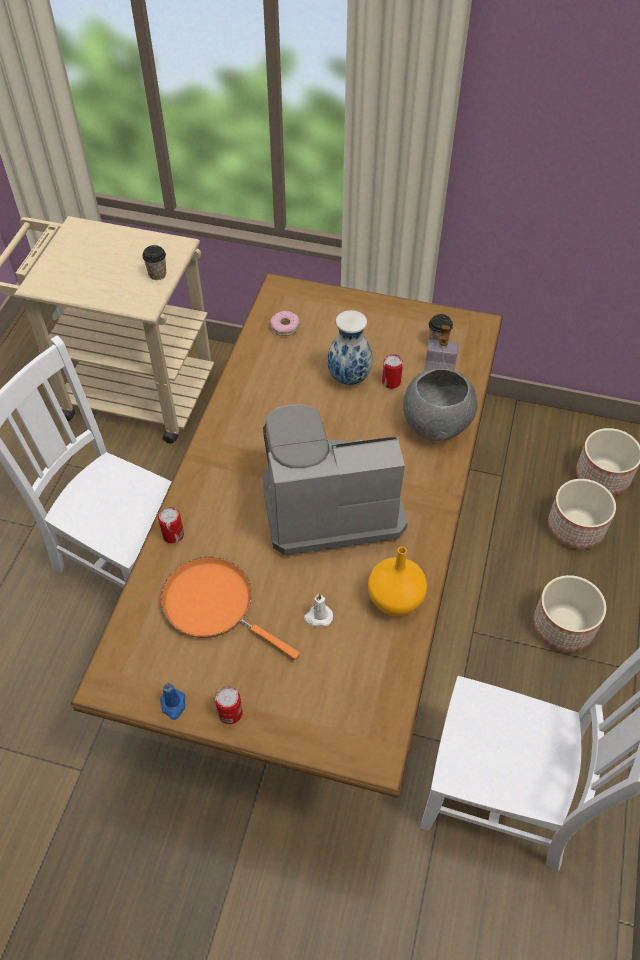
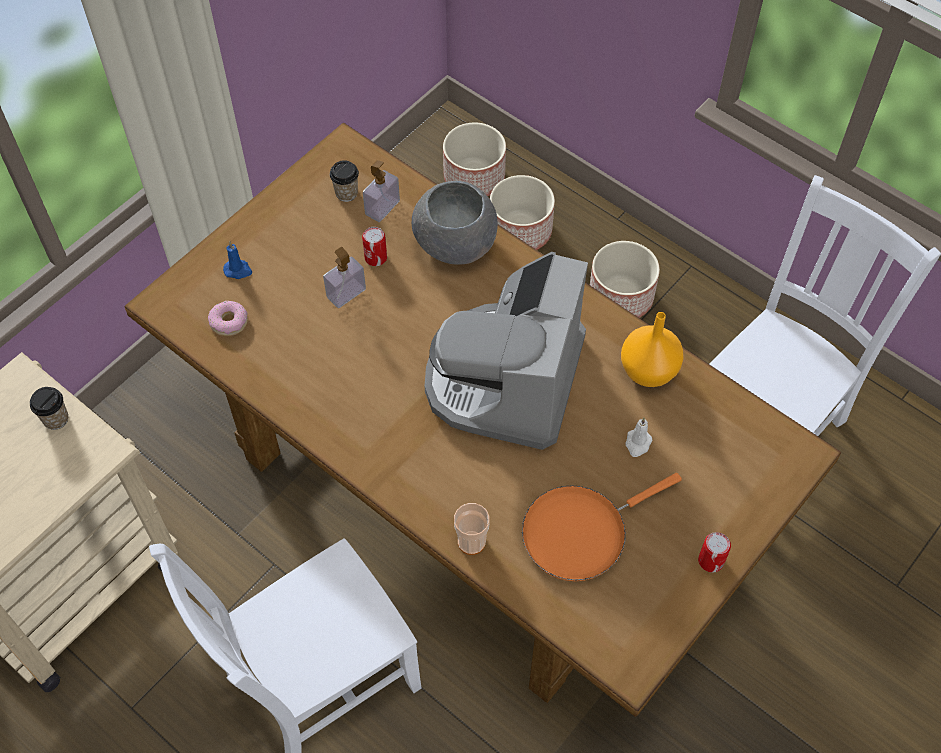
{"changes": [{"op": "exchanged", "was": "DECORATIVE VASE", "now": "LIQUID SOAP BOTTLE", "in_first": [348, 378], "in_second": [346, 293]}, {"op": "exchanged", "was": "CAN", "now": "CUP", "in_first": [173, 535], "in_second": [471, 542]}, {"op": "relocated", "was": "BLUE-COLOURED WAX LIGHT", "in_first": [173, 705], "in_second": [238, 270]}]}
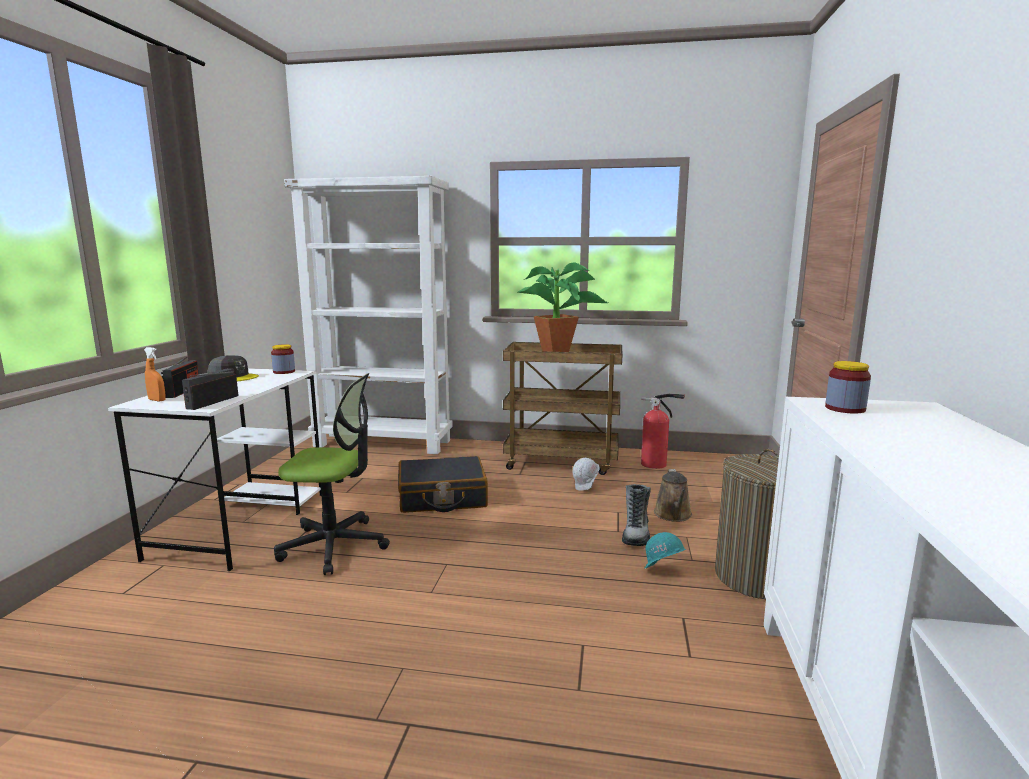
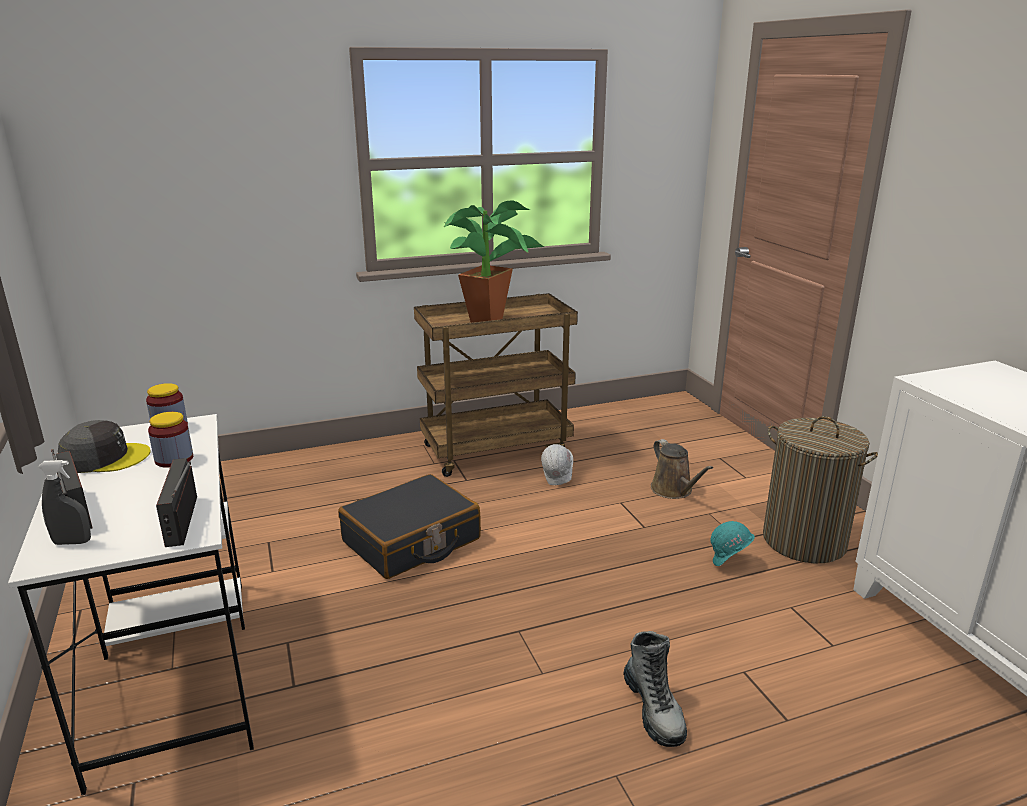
{"changes": [{"op": "missing", "was": "WHITE BOOKCASE", "in_first": [384, 443]}, {"op": "colour", "was": "ORANGE HAND SPRAYER", "now": "GRAY HAND SPRAYER", "in_first": [157, 400], "in_second": [72, 542]}, {"op": "relocated", "was": "STORAGE JAR", "in_first": [845, 408], "in_second": [174, 459]}, {"op": "missing", "was": "COMPUTER CHAIR", "in_first": [334, 546]}, {"op": "missing", "was": "FIRE EXTINGUISHER", "in_first": [656, 464]}, {"op": "relocated", "was": "TALL BOOT", "in_first": [636, 533], "in_second": [654, 709]}]}
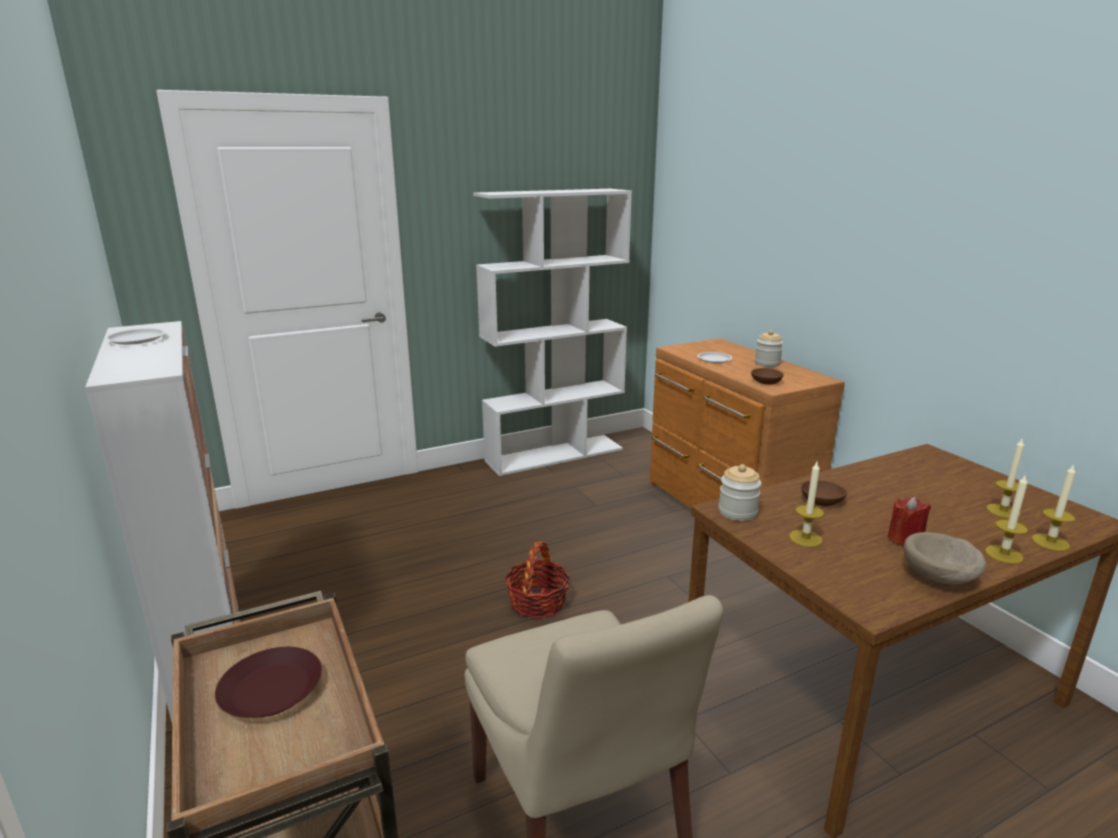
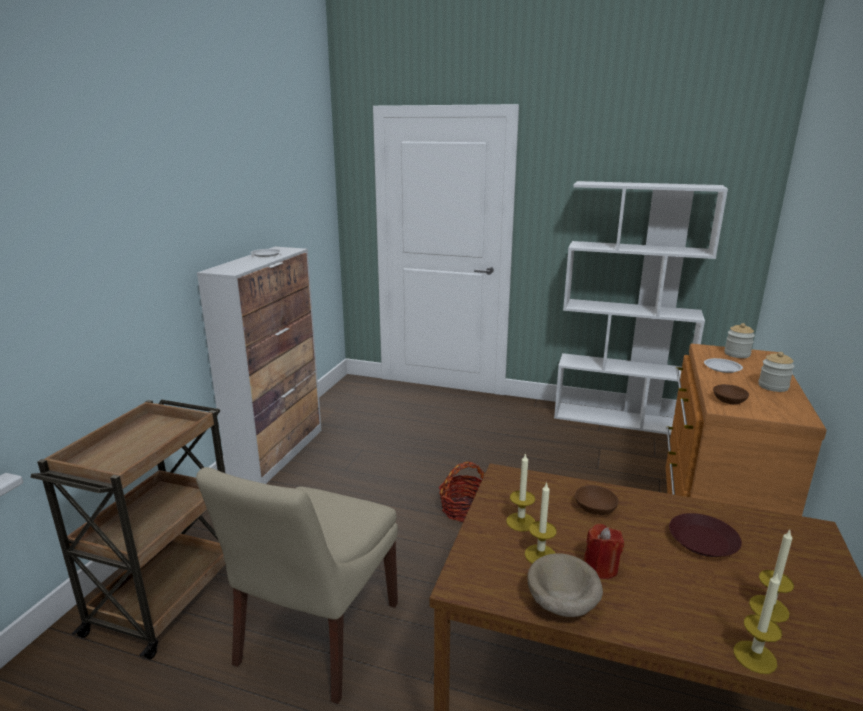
{"changes": [{"op": "relocated", "was": "STORAGE JAR", "in_first": [737, 512], "in_second": [737, 354]}, {"op": "relocated", "was": "WAX LIGHT", "in_first": [1004, 554], "in_second": [540, 555]}, {"op": "relocated", "was": "BROWN PLATE", "in_first": [272, 689], "in_second": [703, 540]}]}
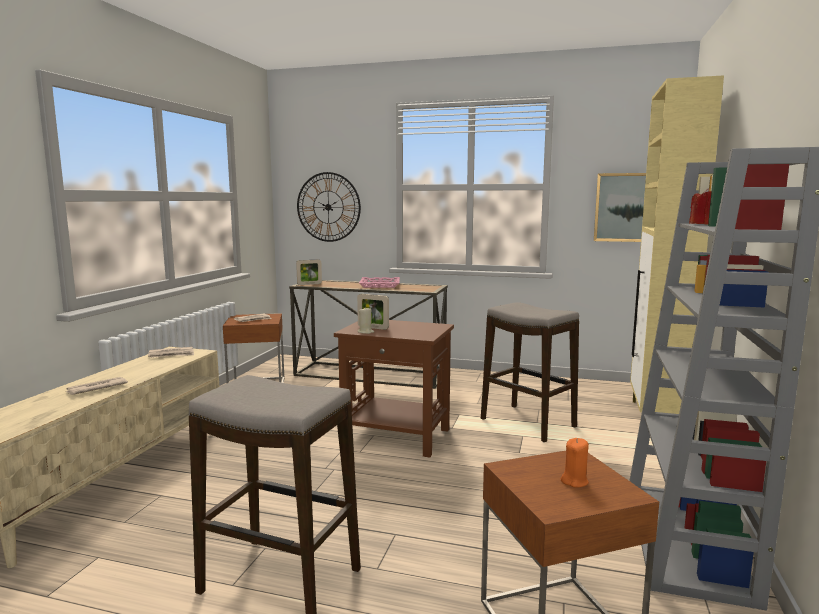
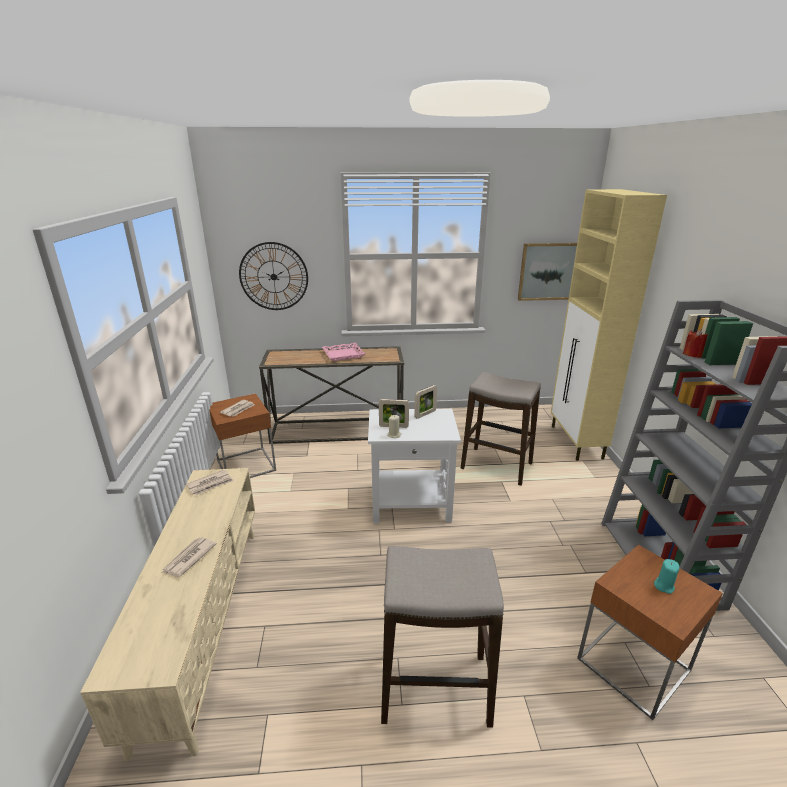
{"changes": [{"op": "relocated", "was": "PICTURE FRAME", "in_first": [309, 284], "in_second": [425, 414]}, {"op": "colour", "was": "BROWN ACCENT TABLE", "now": "WHITE ACCENT TABLE", "in_first": [396, 436], "in_second": [411, 504]}, {"op": "colour", "was": "ORANGE WAX LIGHT", "now": "TURQUOISE WAX LIGHT", "in_first": [574, 481], "in_second": [663, 586]}]}
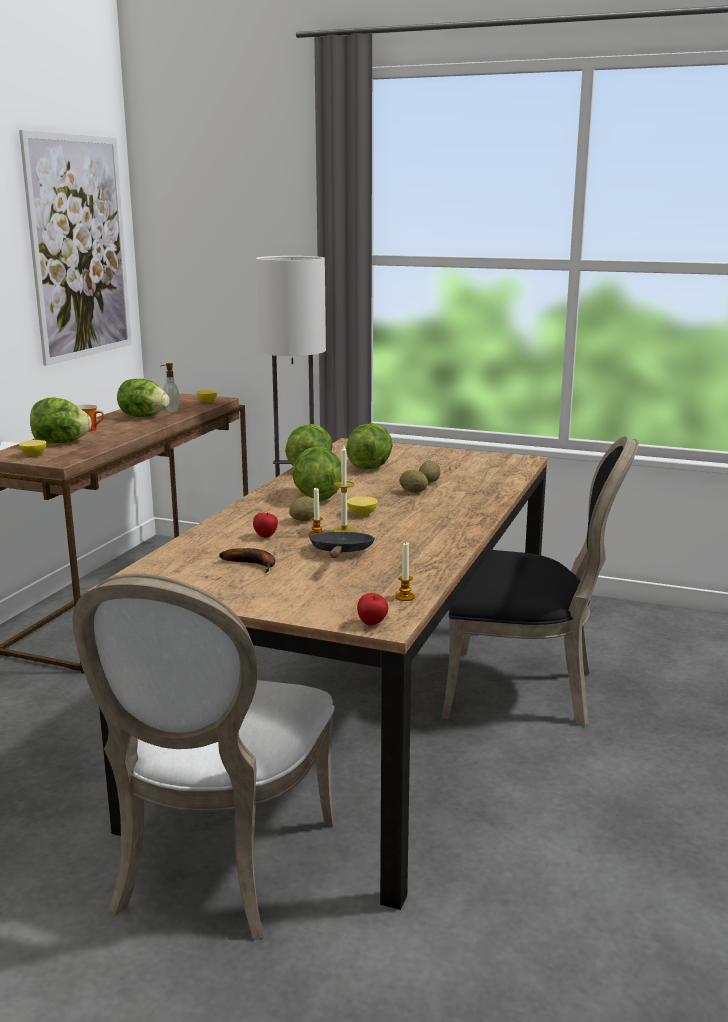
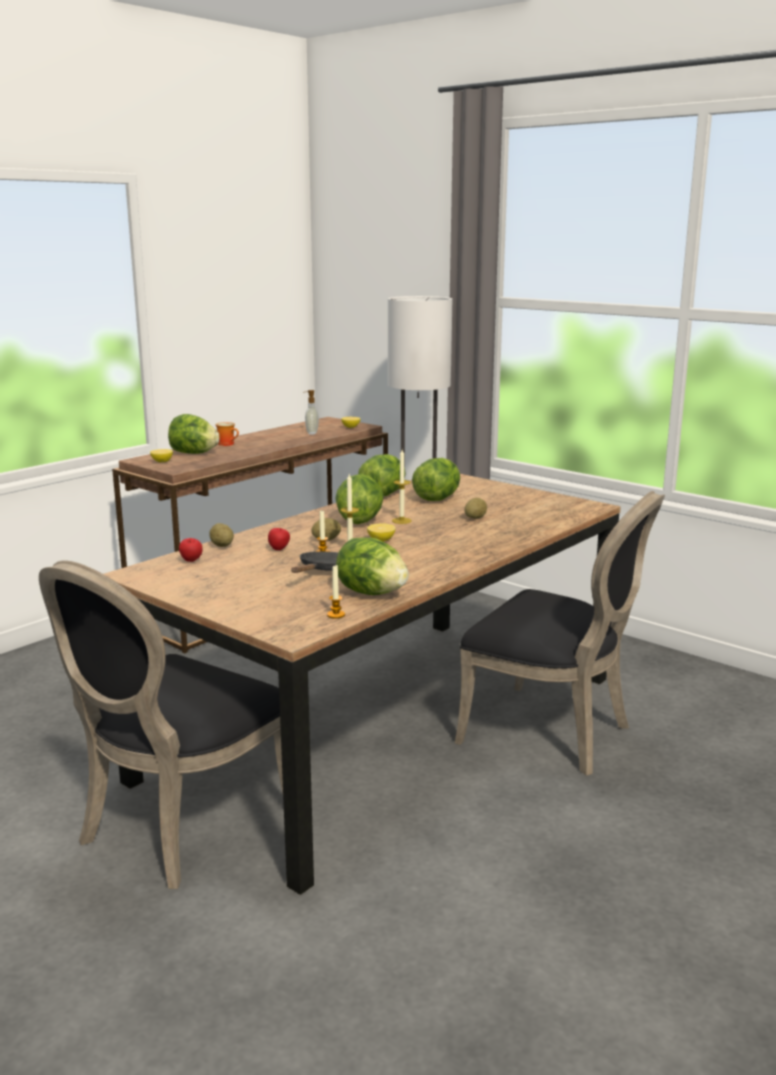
{"changes": [{"op": "missing", "was": "WALL ART", "in_first": [79, 248]}, {"op": "relocated", "was": "LETTUCE", "in_first": [143, 417], "in_second": [371, 593]}, {"op": "relocated", "was": "SPUD", "in_first": [413, 492], "in_second": [222, 545]}, {"op": "missing", "was": "BANANA FRUIT", "in_first": [254, 564]}, {"op": "colour", "was": "WHITE PLAIN CHAIR", "now": "BLACK PLAIN CHAIR", "in_first": [215, 869], "in_second": [178, 828]}, {"op": "relocated", "was": "WHOLE APPLE", "in_first": [372, 624], "in_second": [191, 561]}, {"op": "appeared", "now": "WAX LIGHT", "in_second": [401, 521]}]}
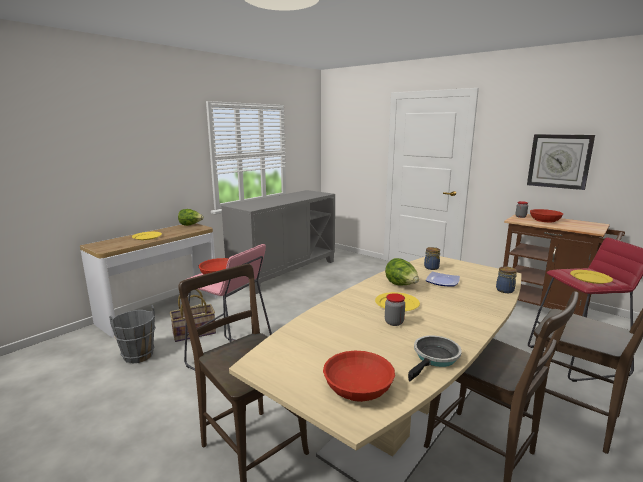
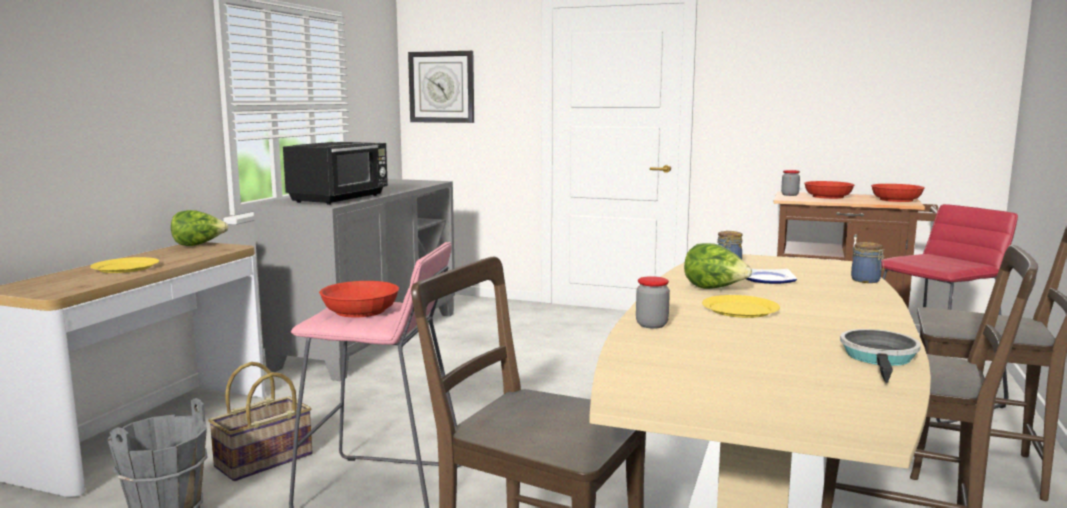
{"changes": [{"op": "relocated", "was": "WALL CLOCK", "in_first": [559, 161], "in_second": [442, 87]}, {"op": "missing", "was": "YELLOW PLATE", "in_first": [590, 278]}, {"op": "relocated", "was": "STORAGE JAR", "in_first": [394, 322], "in_second": [651, 325]}, {"op": "relocated", "was": "REDDISH SERVING BOWL", "in_first": [358, 386], "in_second": [896, 200]}, {"op": "appeared", "now": "BLACK MICROWAVE OVEN", "in_second": [340, 198]}]}
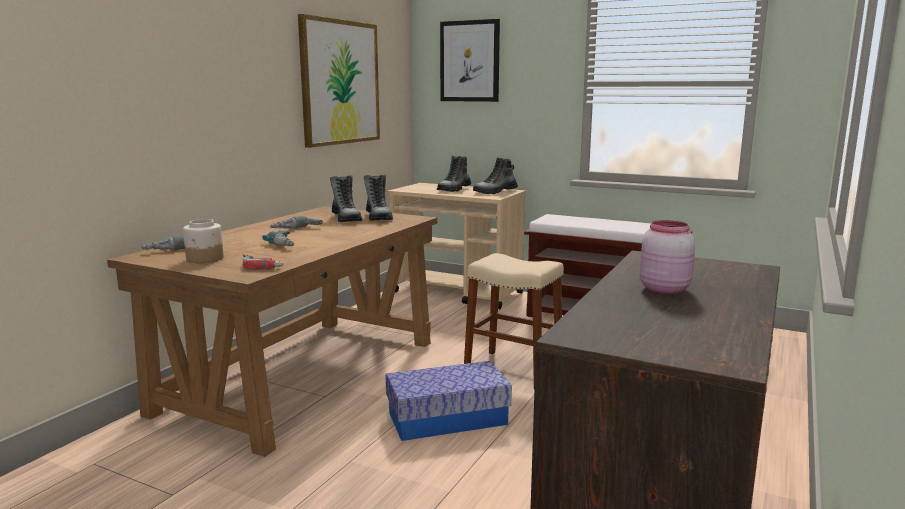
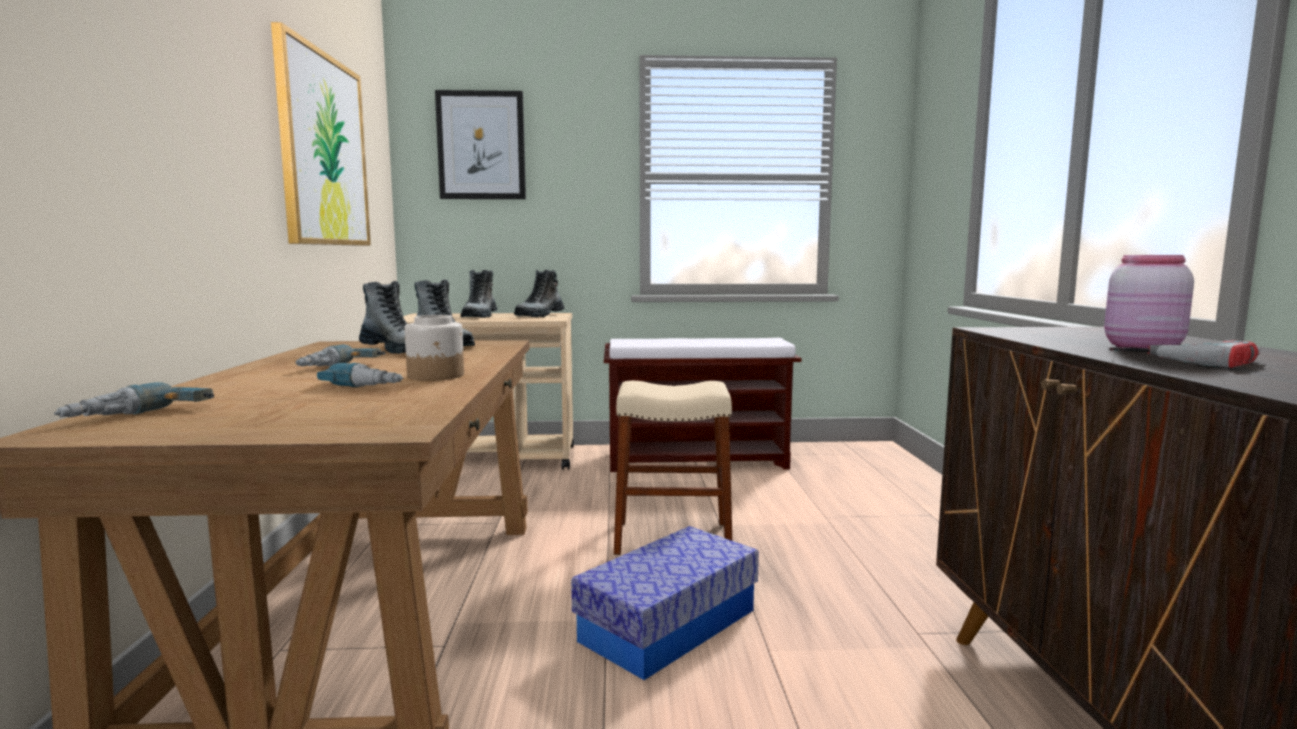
{"changes": [{"op": "relocated", "was": "STORAGE JAR", "in_first": [205, 259], "in_second": [436, 376]}, {"op": "relocated", "was": "DRILL", "in_first": [262, 264], "in_second": [1185, 360]}]}
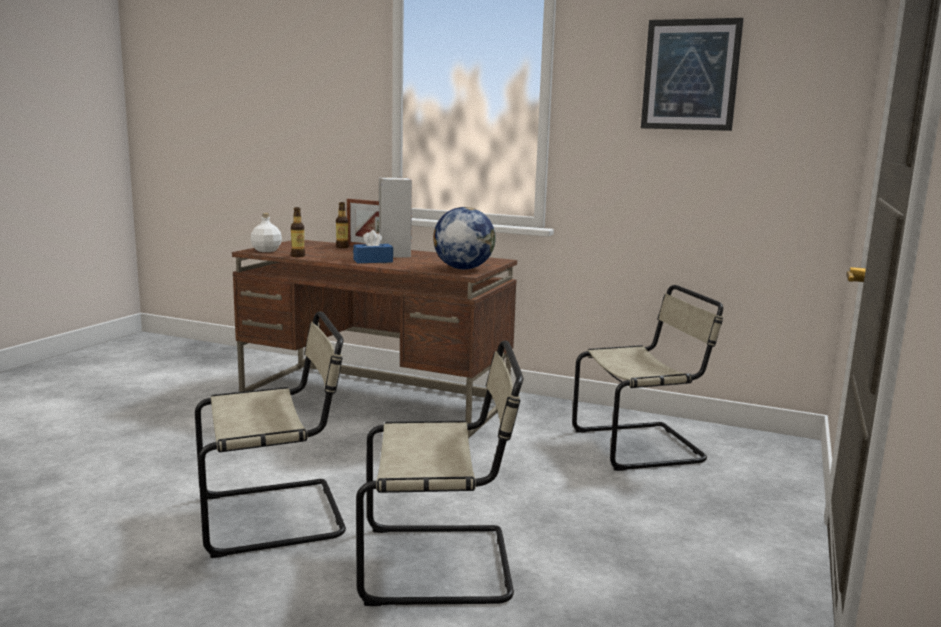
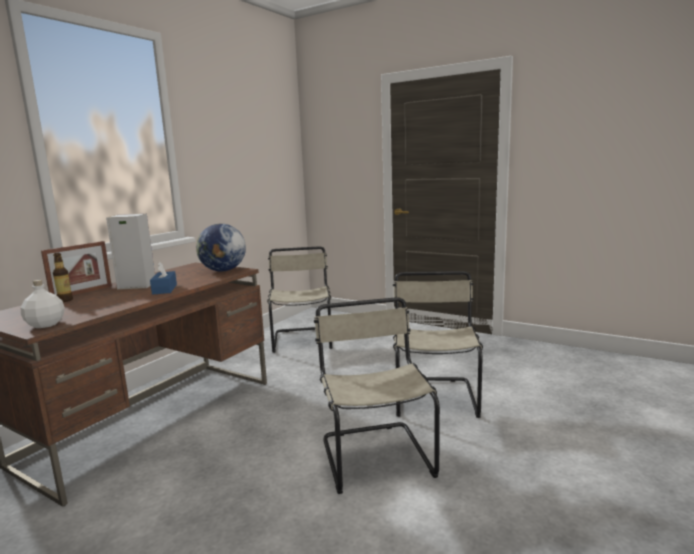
{"changes": [{"op": "missing", "was": "WALL ART", "in_first": [690, 75]}, {"op": "missing", "was": "BEVERAGE BOTTLE", "in_first": [298, 256]}]}
